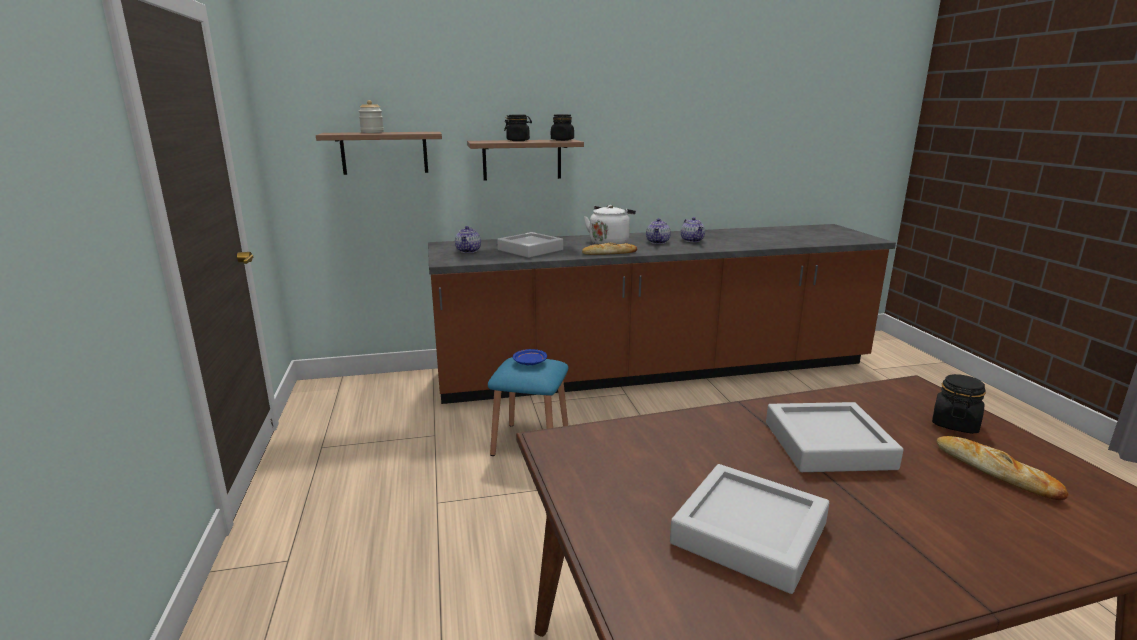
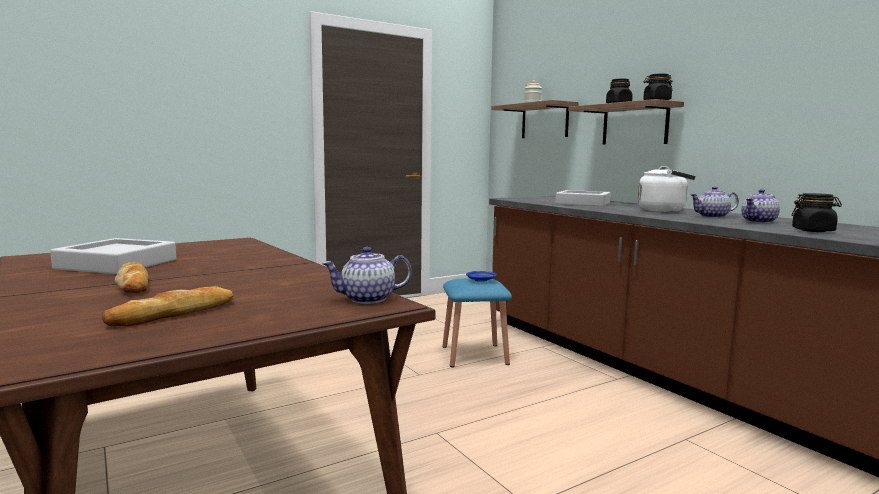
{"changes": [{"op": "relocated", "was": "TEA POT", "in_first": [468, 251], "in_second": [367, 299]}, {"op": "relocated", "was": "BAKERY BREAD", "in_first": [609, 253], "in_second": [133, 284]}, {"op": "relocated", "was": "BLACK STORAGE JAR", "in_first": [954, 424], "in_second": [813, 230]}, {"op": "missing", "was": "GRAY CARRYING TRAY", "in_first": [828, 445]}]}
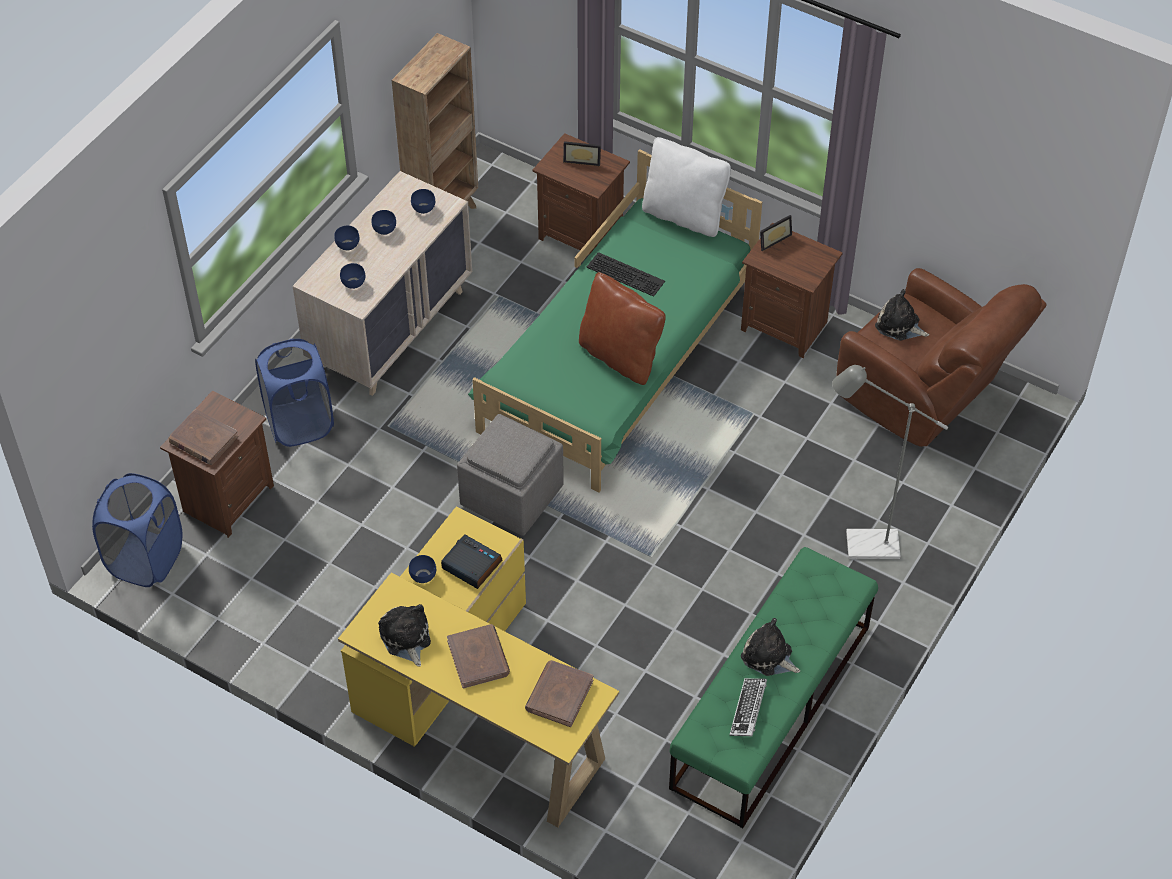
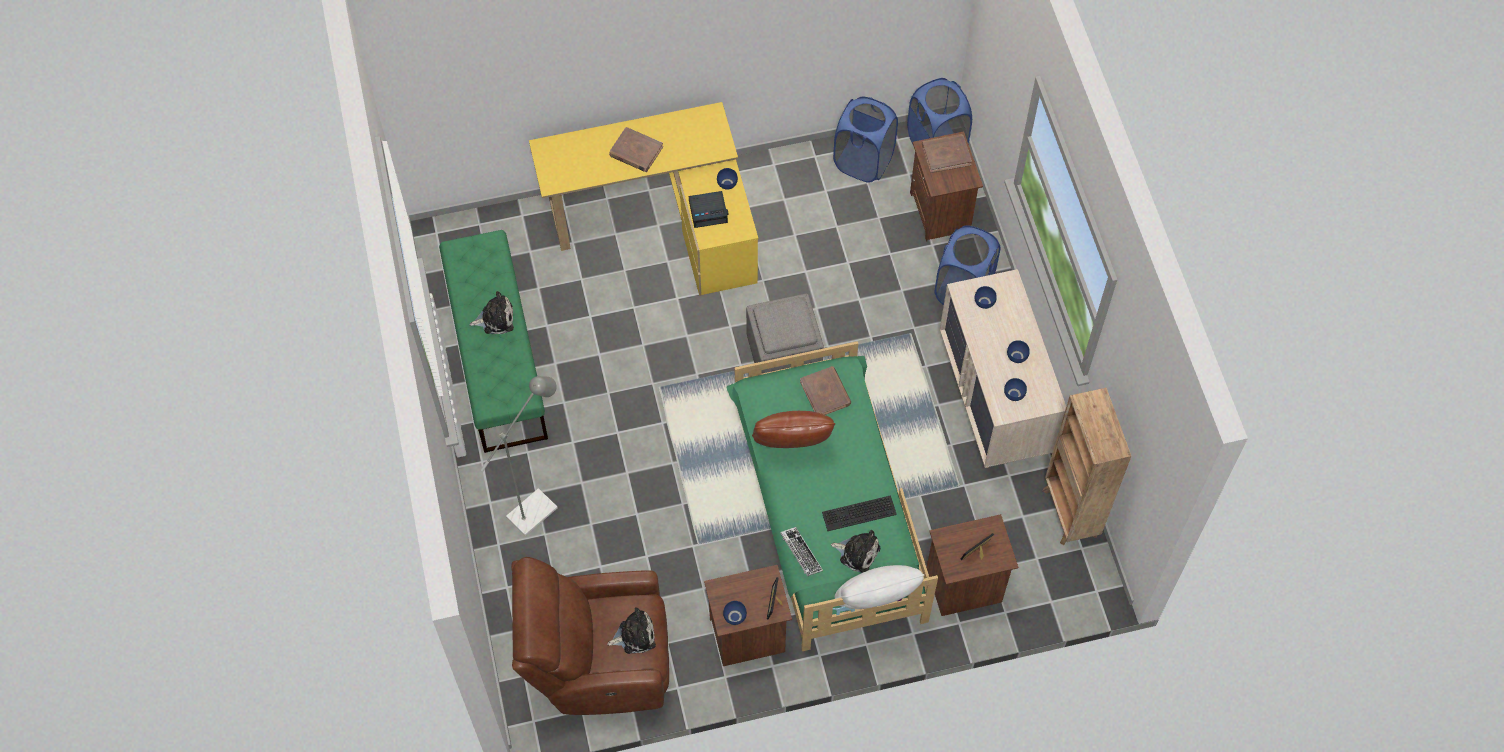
{"changes": [{"op": "relocated", "was": "BLUE-COLOURED SERVING BOWL", "in_first": [348, 245], "in_second": [734, 617]}, {"op": "relocated", "was": "PLUSH TOY", "in_first": [406, 639], "in_second": [857, 553]}, {"op": "relocated", "was": "BROWN BOOK", "in_first": [559, 695], "in_second": [825, 393]}, {"op": "relocated", "was": "COMPUTER KEYBOARD", "in_first": [748, 710], "in_second": [801, 553]}, {"op": "appeared", "now": "BLUE-COLOURED WASHING BASKET", "in_second": [863, 161]}]}
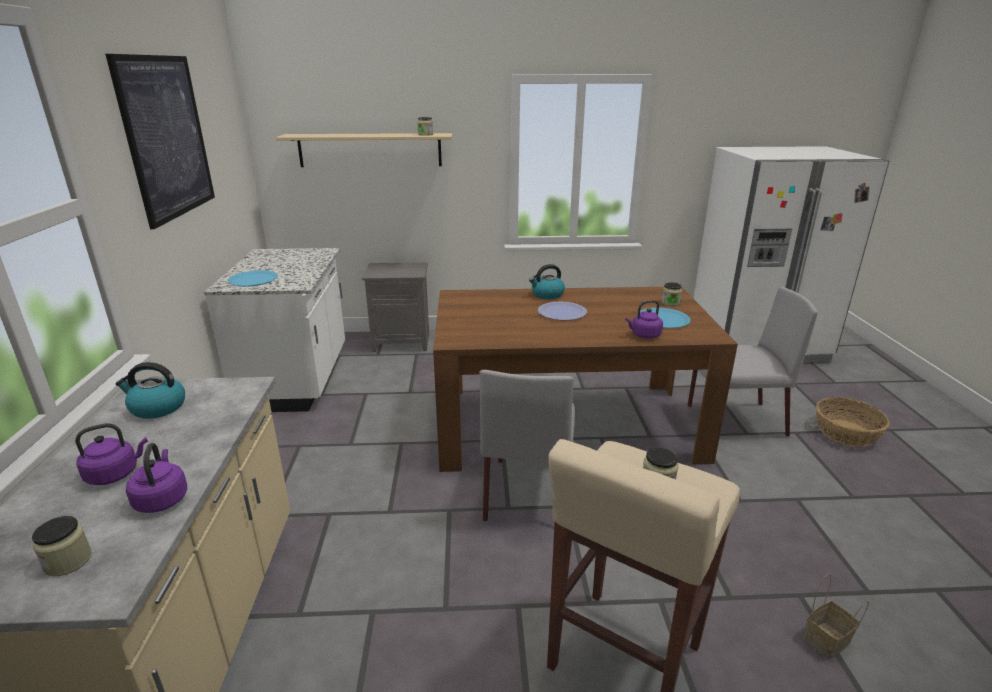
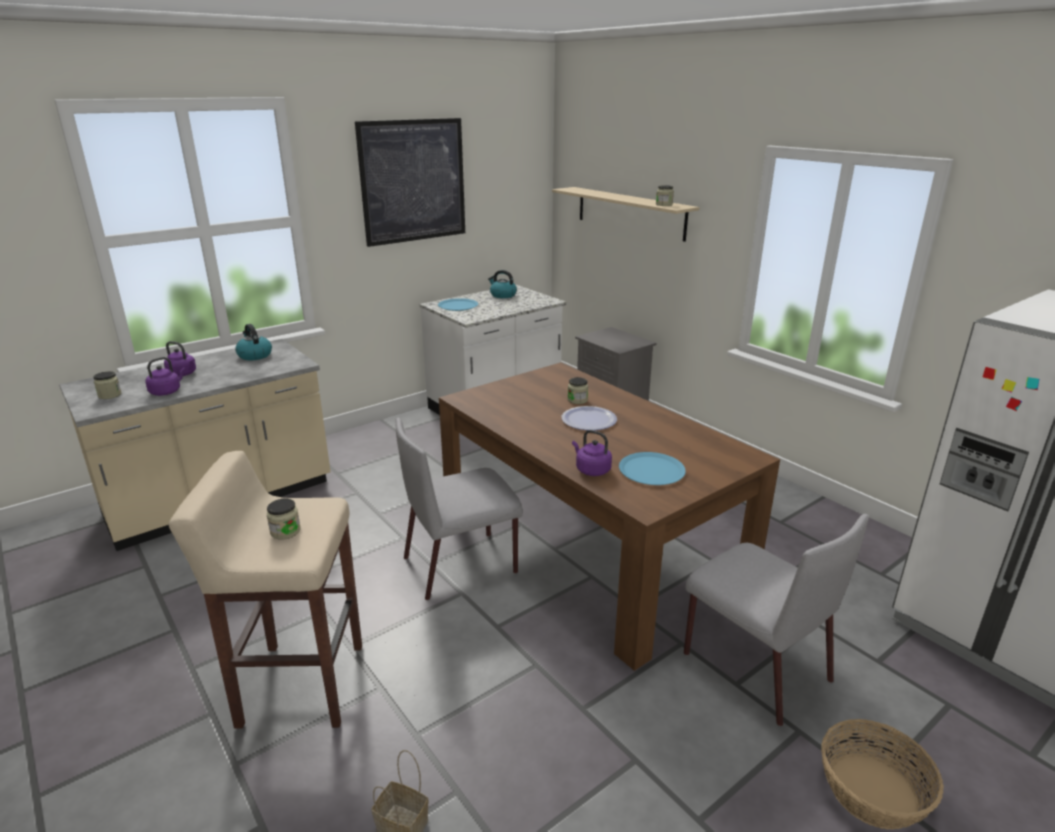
{"changes": [{"op": "relocated", "was": "TEA KETTLE", "in_first": [547, 295], "in_second": [502, 295]}, {"op": "relocated", "was": "STORAGE JAR", "in_first": [670, 303], "in_second": [577, 400]}]}
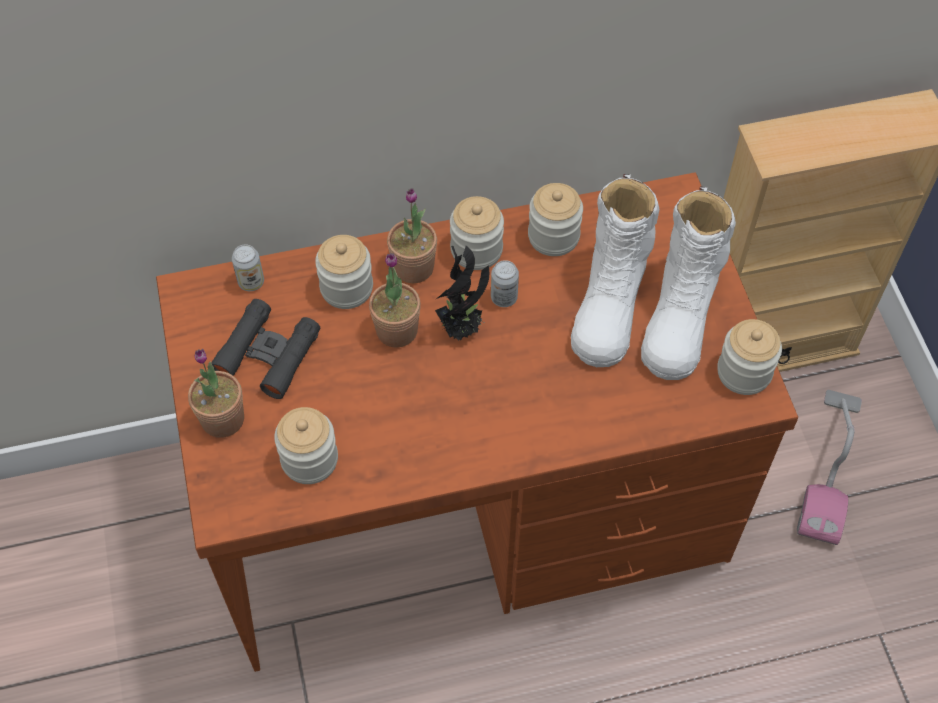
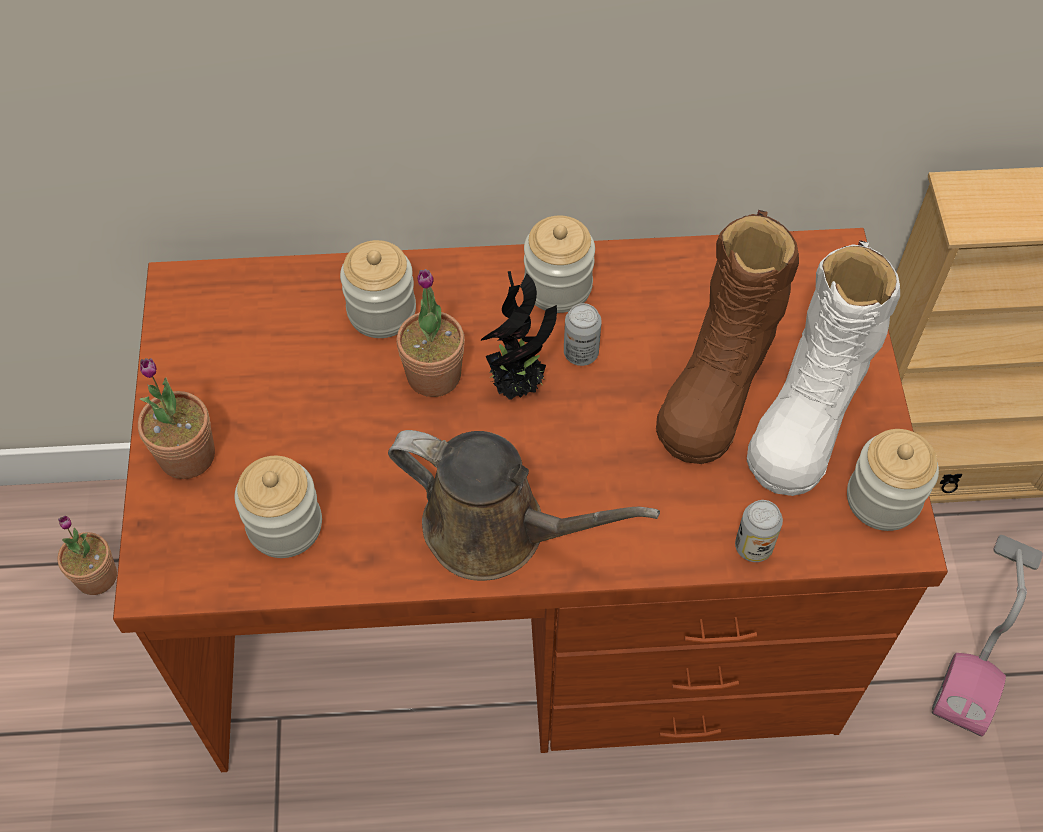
{"changes": [{"op": "colour", "was": "WHITE TALL BOOT", "now": "BROWN TALL BOOT", "in_first": [609, 303], "in_second": [718, 380]}, {"op": "missing", "was": "STORAGE JAR", "in_first": [553, 236]}, {"op": "relocated", "was": "HOUSEPLANT", "in_first": [413, 267], "in_second": [96, 576]}, {"op": "relocated", "was": "CAN", "in_first": [251, 282], "in_second": [753, 547]}, {"op": "missing", "was": "BLACK PAIR OF BINOCULARS", "in_first": [267, 354]}, {"op": "appeared", "now": "BROWN WATERING POT", "in_second": [497, 530]}]}
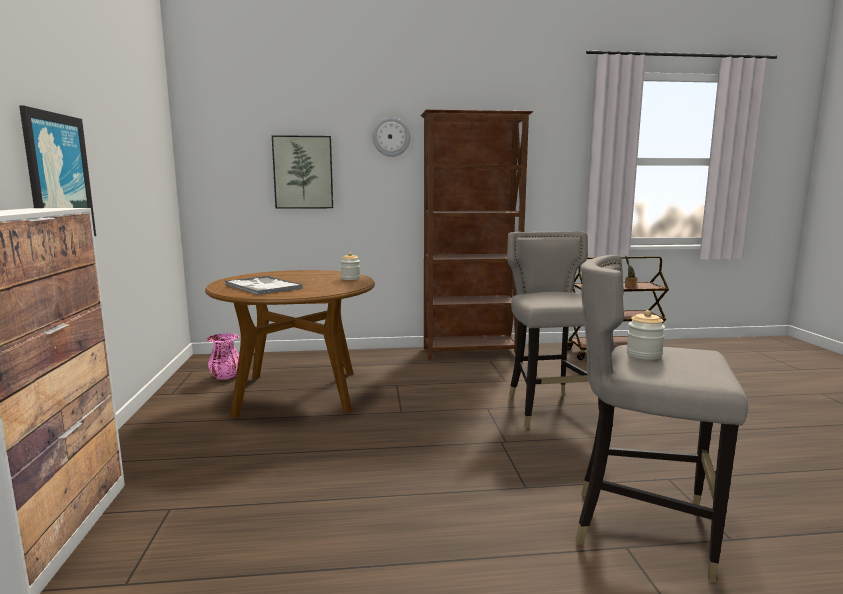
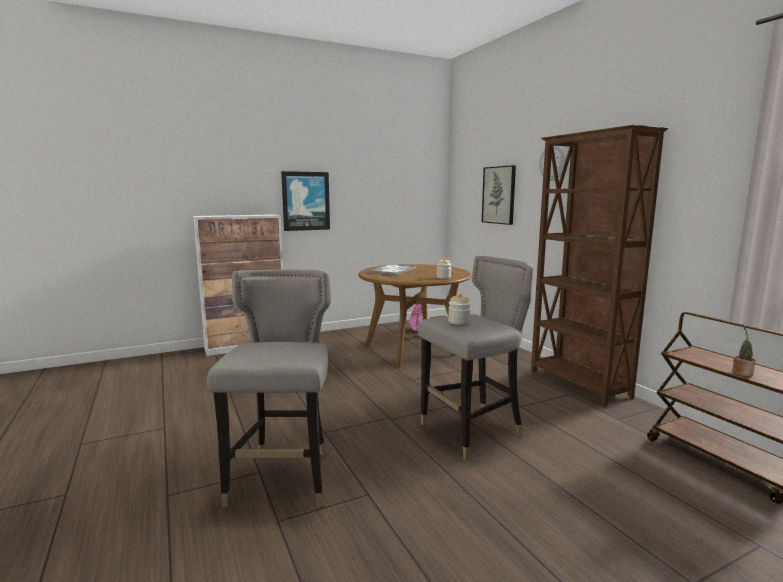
{"changes": [{"op": "relocated", "was": "STORAGE JAR", "in_first": [644, 355], "in_second": [458, 322]}]}
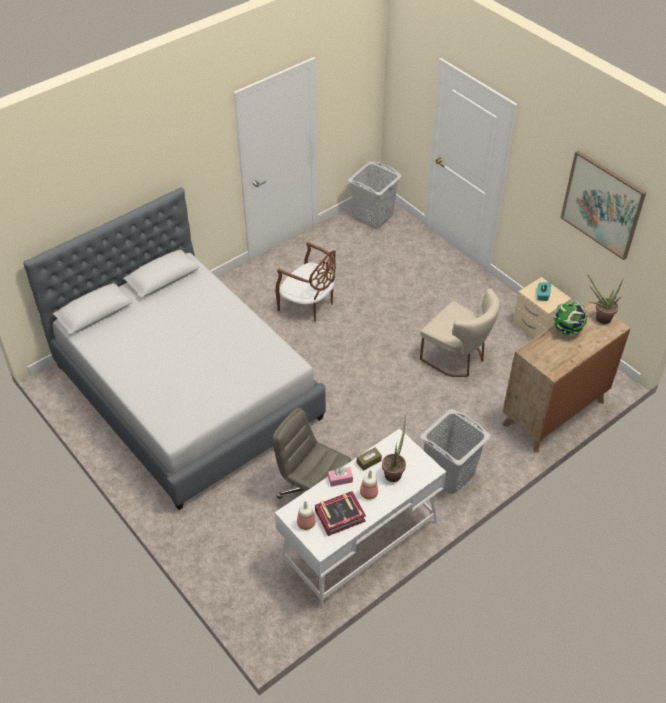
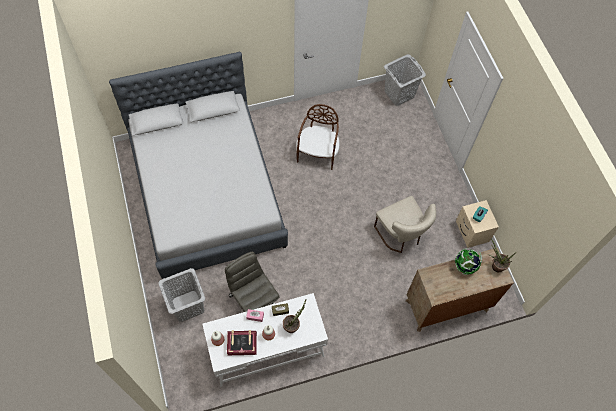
{"changes": [{"op": "missing", "was": "WALL ART", "in_first": [602, 205]}, {"op": "spun", "was": "BROWN PLAIN CHAIR", "in_first": [308, 305], "in_second": [318, 153], "clockwise": -135}, {"op": "relocated", "was": "GRAY WASHING BASKET", "in_first": [450, 473], "in_second": [188, 306]}]}
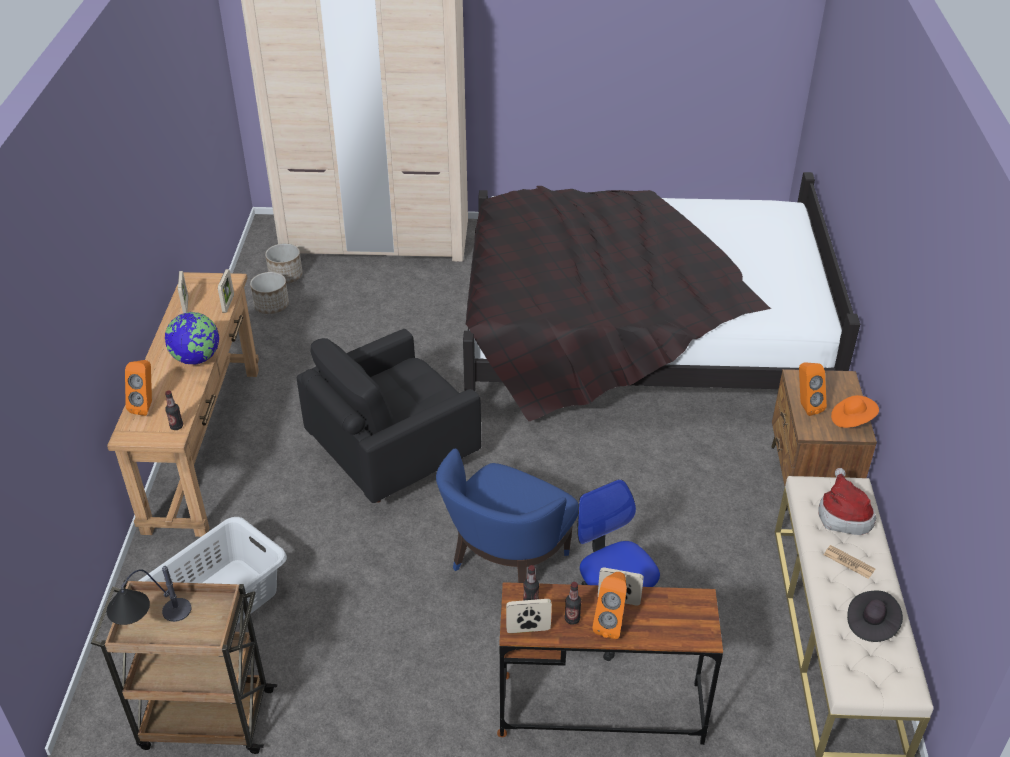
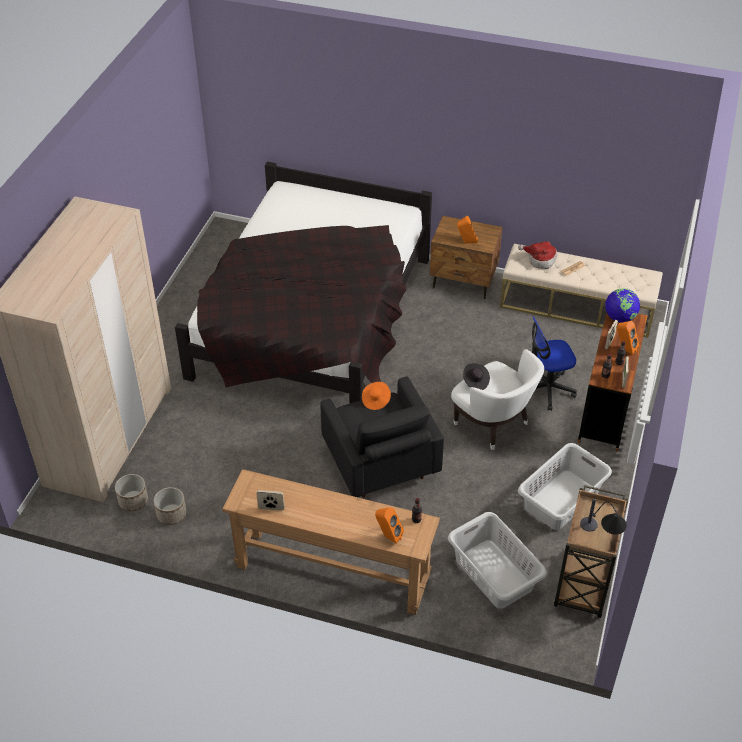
{"changes": [{"op": "missing", "was": "PICTURE FRAME", "in_first": [228, 304]}, {"op": "relocated", "was": "GLOBE", "in_first": [196, 358], "in_second": [620, 318]}, {"op": "relocated", "was": "ORANGE HAT", "in_first": [851, 420], "in_second": [376, 400]}, {"op": "colour", "was": "BLUE-COLOURED EASY CHAIR", "now": "WHITE EASY CHAIR", "in_first": [506, 563], "in_second": [494, 424]}, {"op": "relocated", "was": "BLACK HAT", "in_first": [871, 623], "in_second": [475, 382]}, {"op": "appeared", "now": "GRAY WASHING BASKET", "in_second": [562, 500]}]}
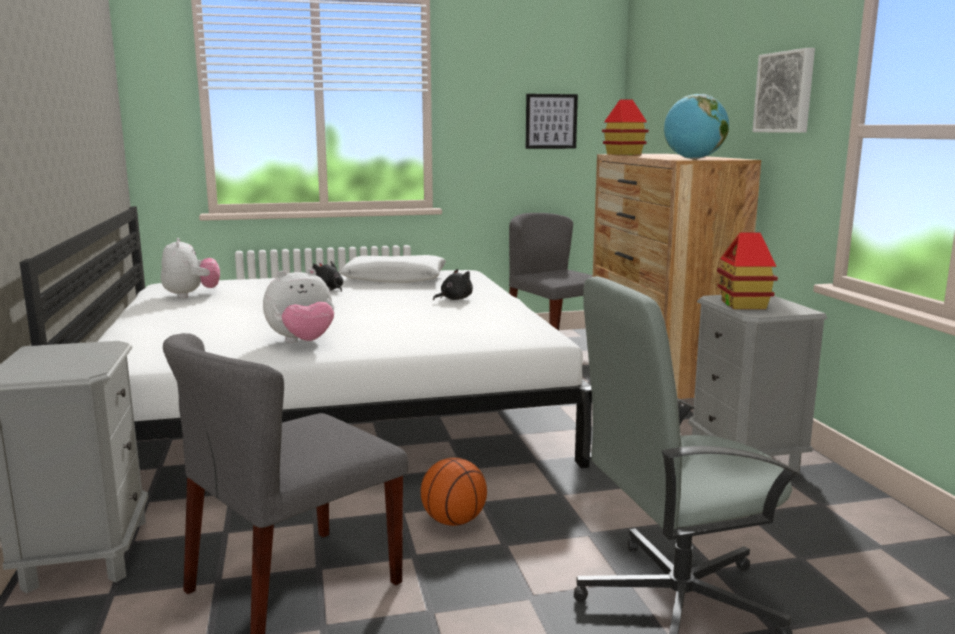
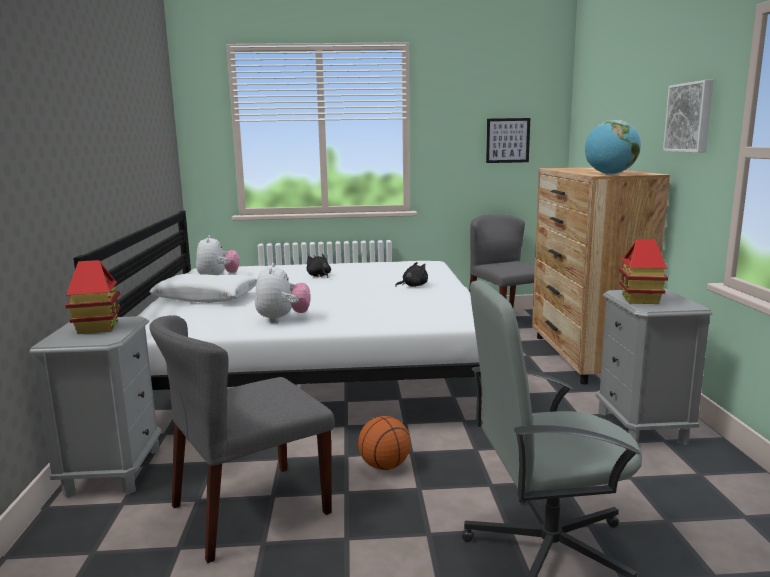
{"changes": [{"op": "relocated", "was": "MINIATURE HOUSE", "in_first": [623, 154], "in_second": [97, 327]}, {"op": "relocated", "was": "WHITE CUSHION", "in_first": [395, 279], "in_second": [206, 297]}, {"op": "spun", "was": "PLUSH TOY", "in_first": [302, 342], "in_second": [283, 319], "clockwise": -75}]}
